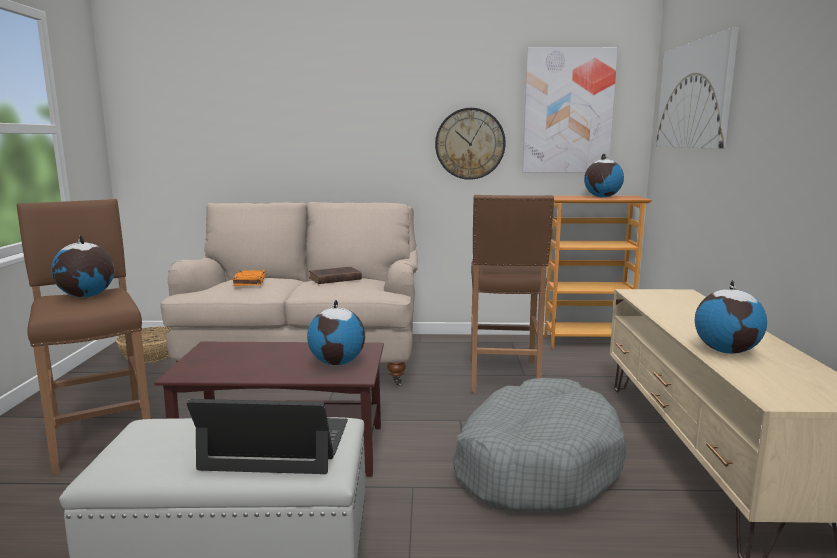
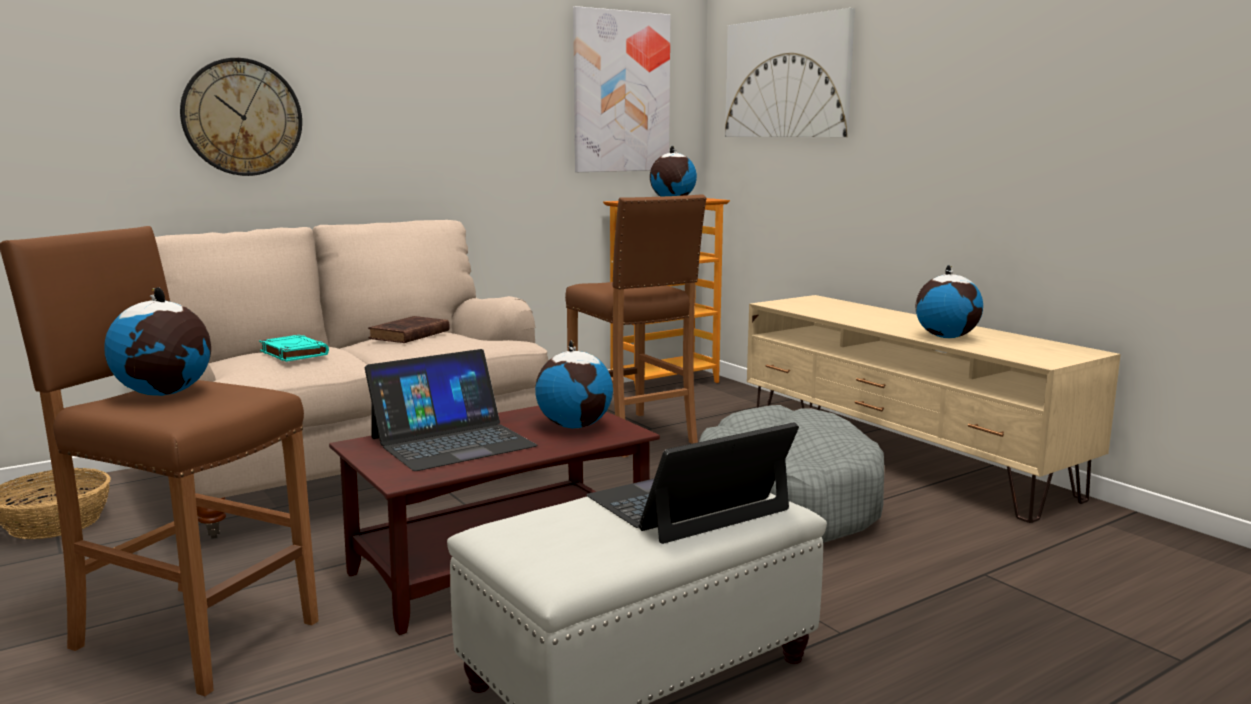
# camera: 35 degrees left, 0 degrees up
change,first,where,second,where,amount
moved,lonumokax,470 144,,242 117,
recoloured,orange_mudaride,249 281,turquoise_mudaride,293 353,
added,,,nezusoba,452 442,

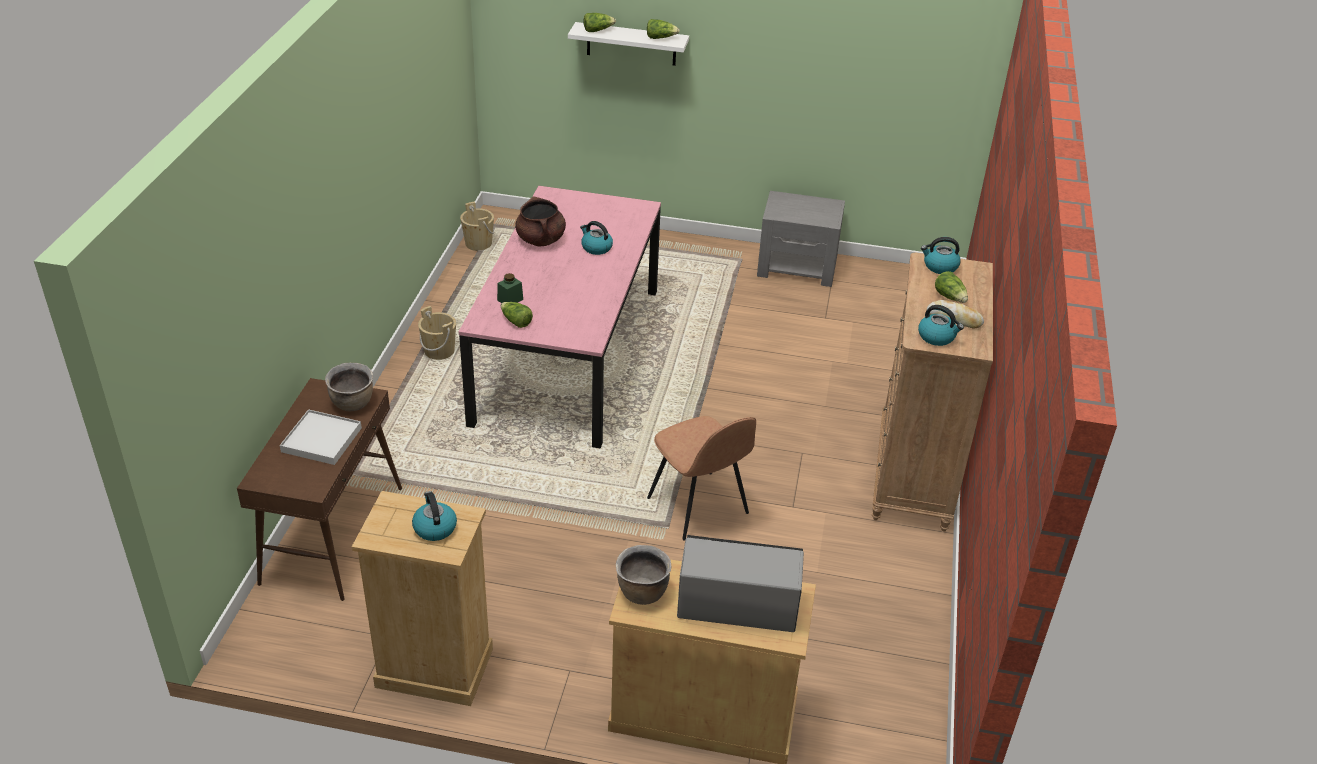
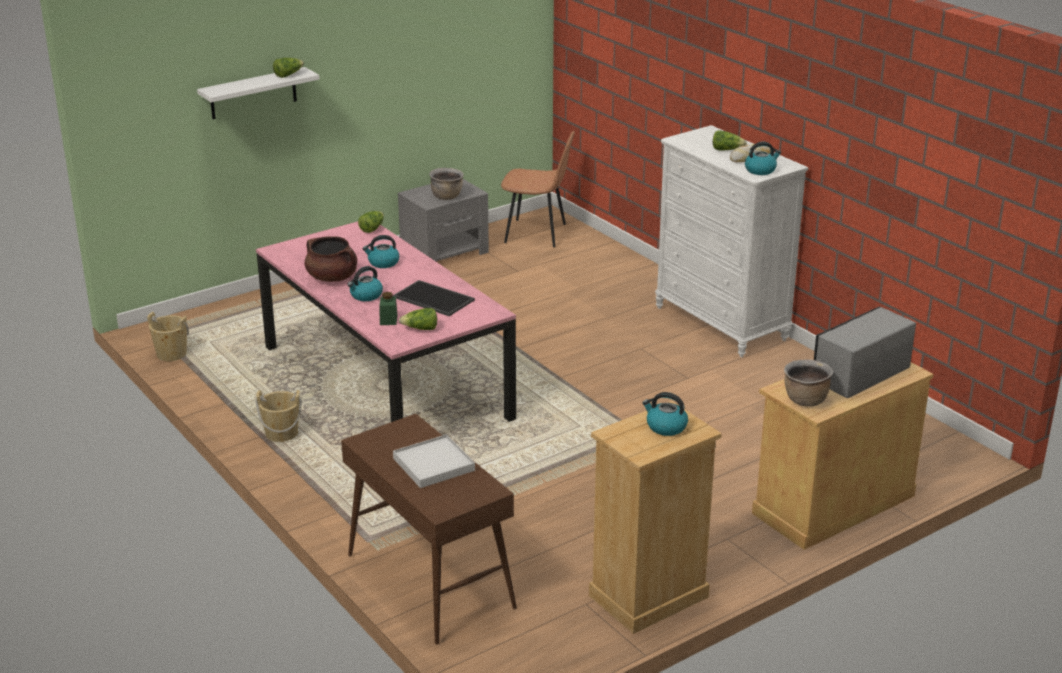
# camera: 45 degrees left, 10 degrees down
change,first,where,second,where,amount
moved,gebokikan,939 266,,366 296,
moved,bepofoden,597 30,,372 228,
added,,,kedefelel,432 299,
moved,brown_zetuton,353 403,,447 196,
moved,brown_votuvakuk,699 507,,537 233,
recoloured,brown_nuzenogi,913 475,white_nuzenogi,721 323,

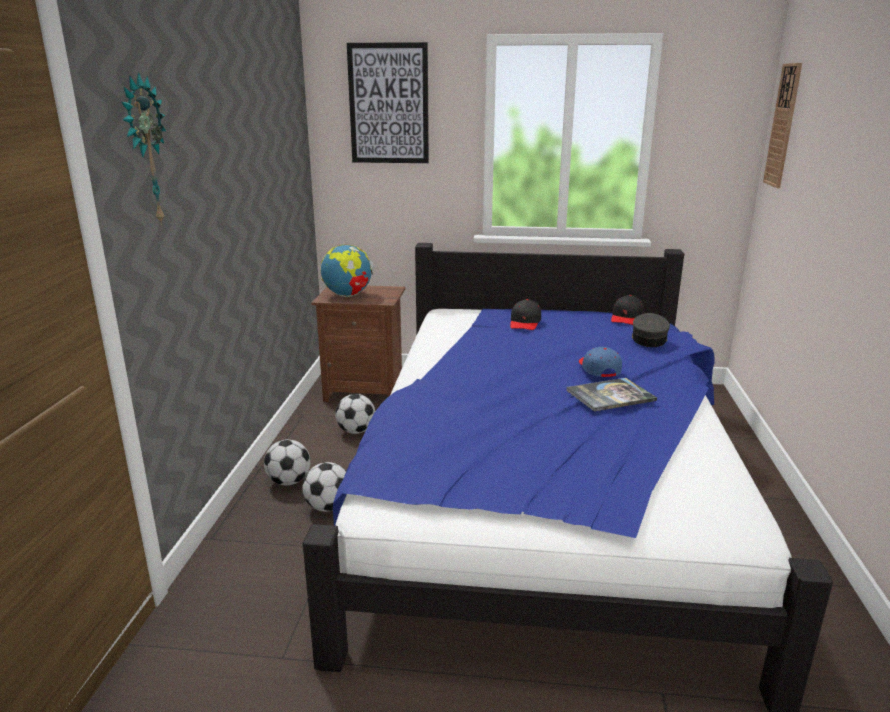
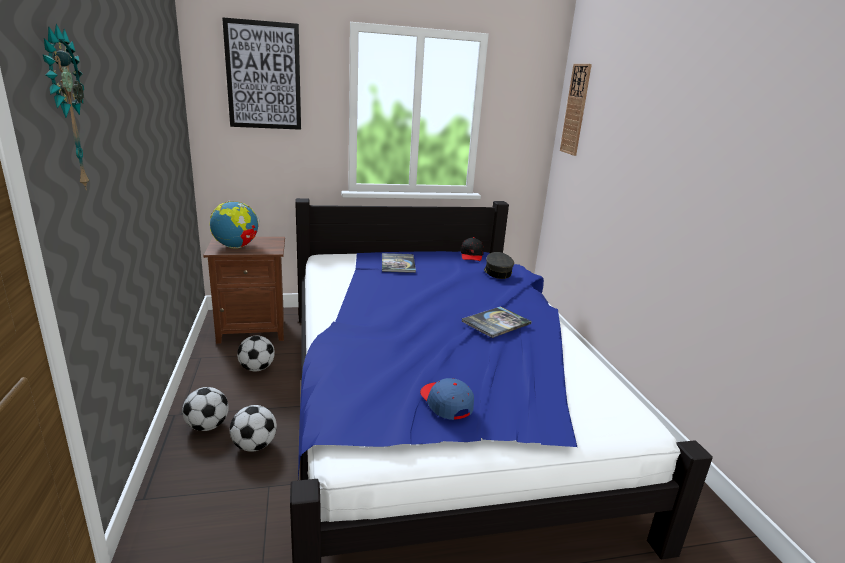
# camera: 20 degrees left, 0 degrees up
change,first,where,second,where,amount
replaced,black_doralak,525 322,mudaride,398 264,
moved,blue_doralak,598 368,,445 403,

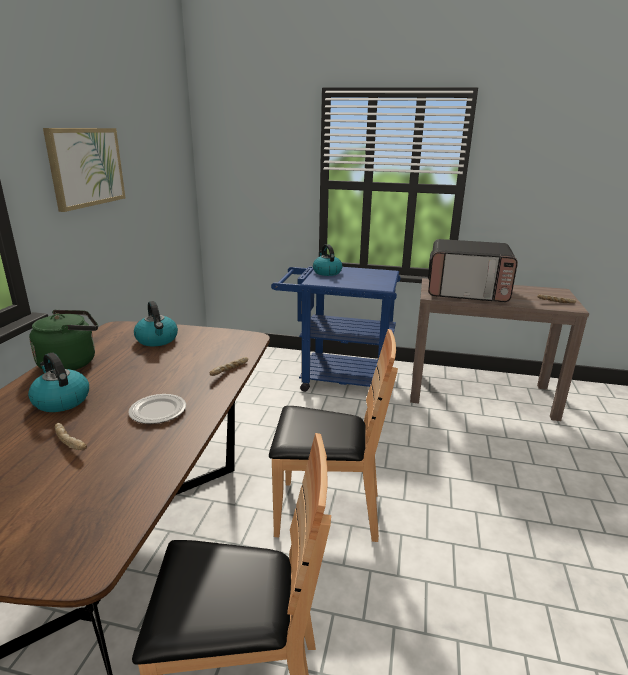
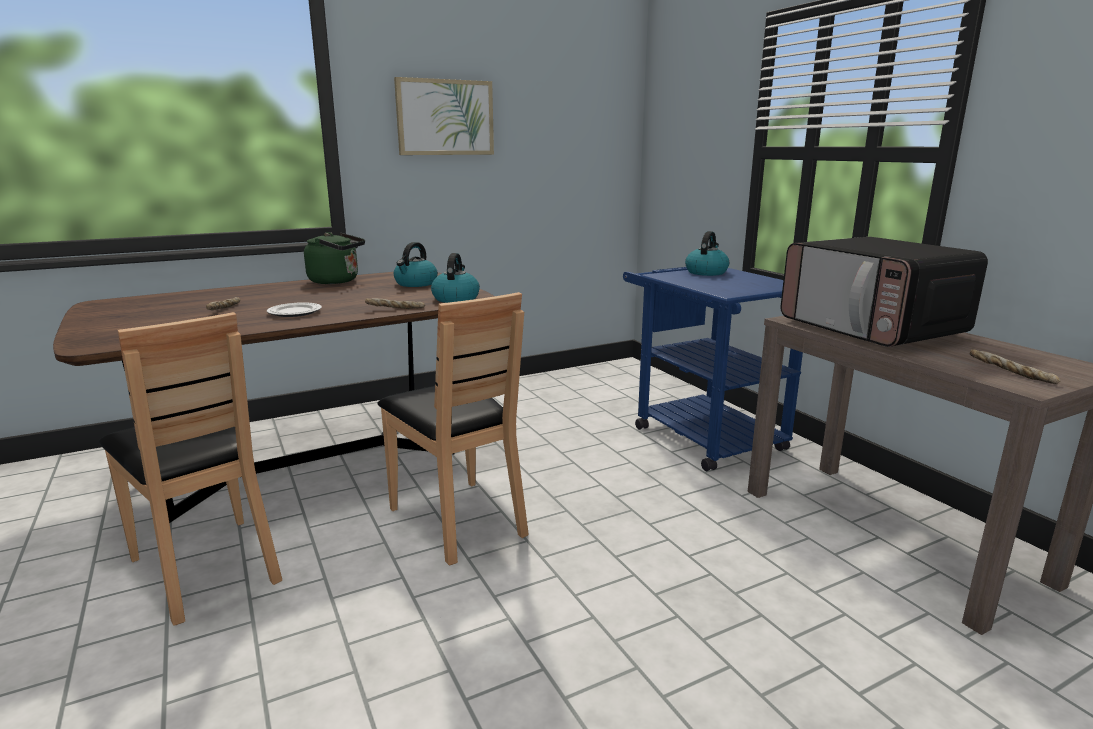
# camera: 50 degrees right, 5 degrees down
change,first,where,second,where,amount
moved,gebokikan,61 400,,455 298,

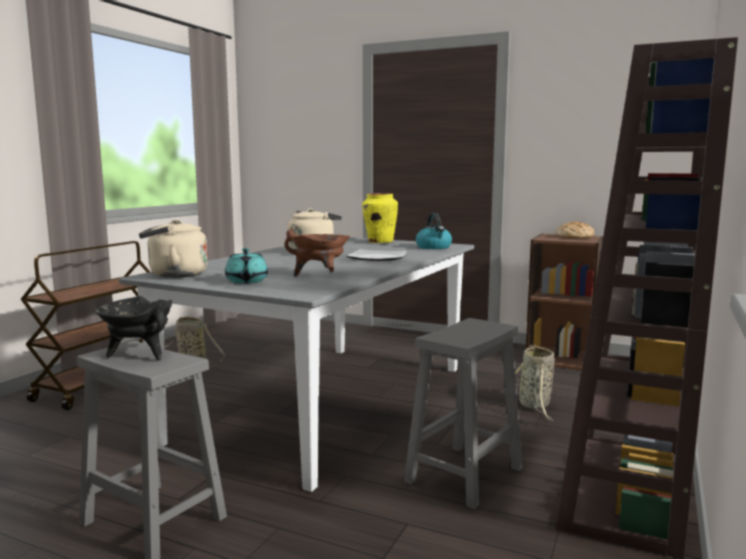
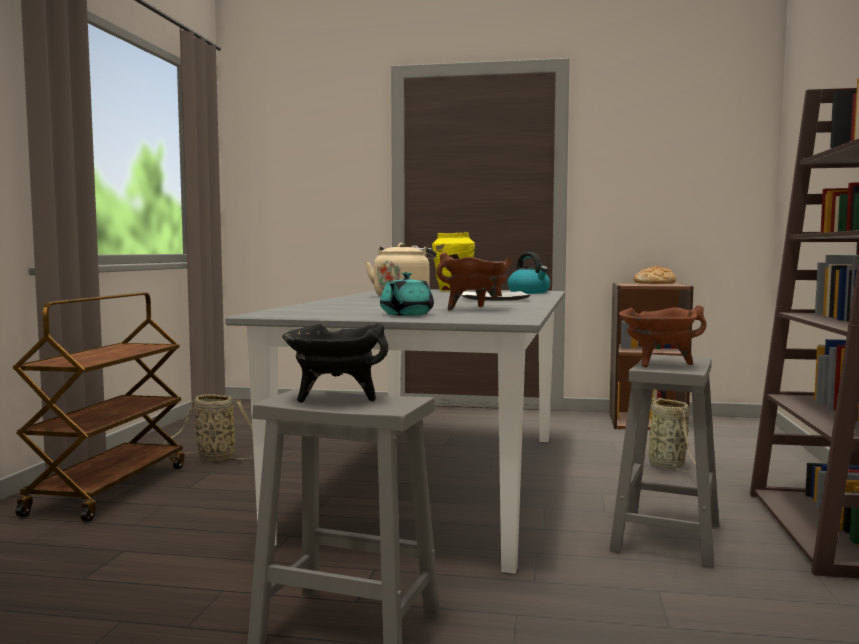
# camera: 15 degrees left, 5 degrees down
change,first,where,second,where,amount
turned,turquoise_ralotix,246 281,,406 314,45 degrees clockwise
added,,,brown_zetuton,658 364,
removed,beige_gebokikan,174 275,,,

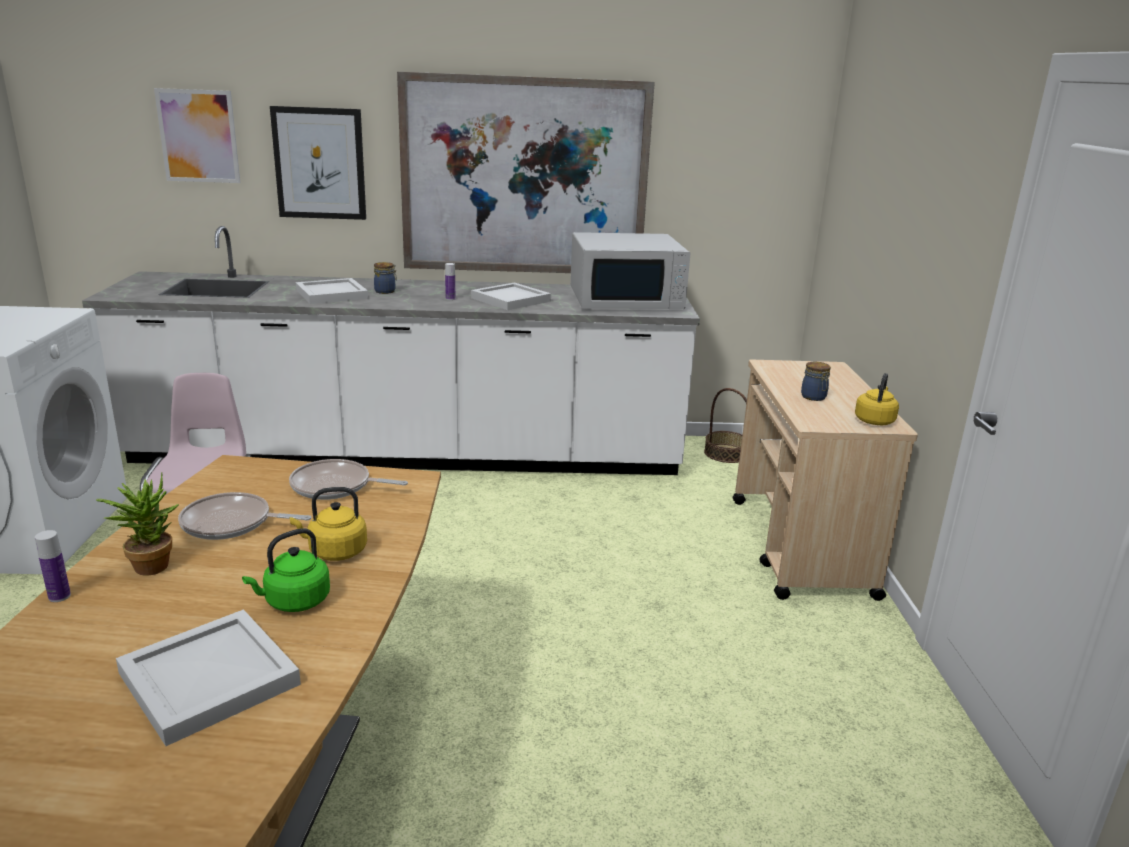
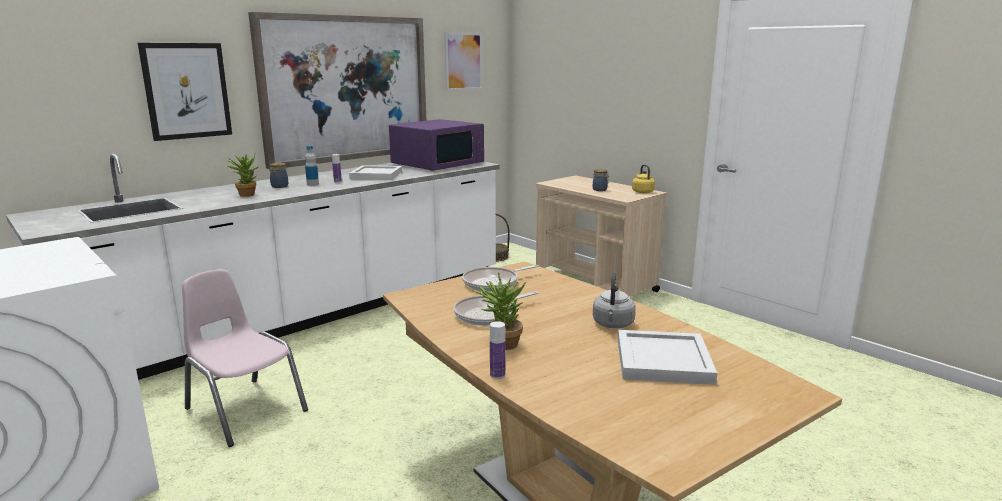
# camera: 40 degrees left, 5 degrees down
change,first,where,second,where,amount
replaced,white_kedefelel,333 294,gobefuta,247 194,
added,,,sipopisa,312 184,
recoloured,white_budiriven,626 299,purple_budiriven,438 163,
moved,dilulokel,198 136,,463 61,
recoloured,green_gebokikan,294 602,grey_gebokikan,612 325,
removed,yellow_gebokikan,334 552,,,

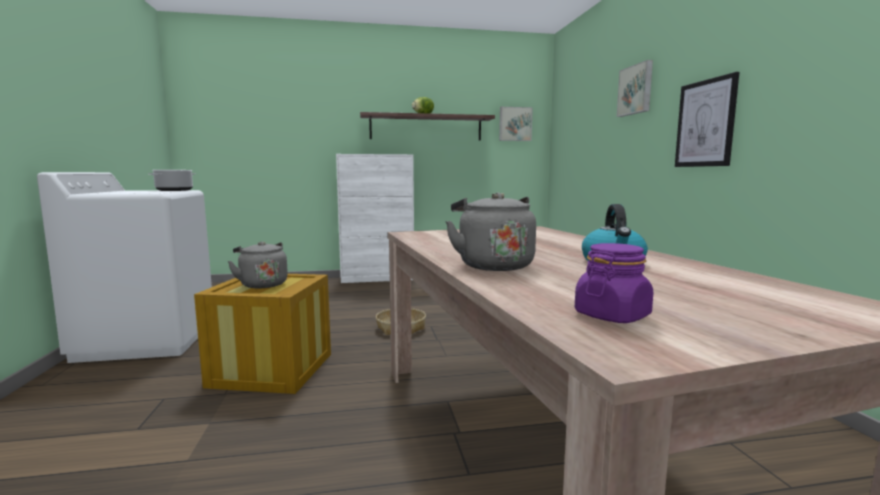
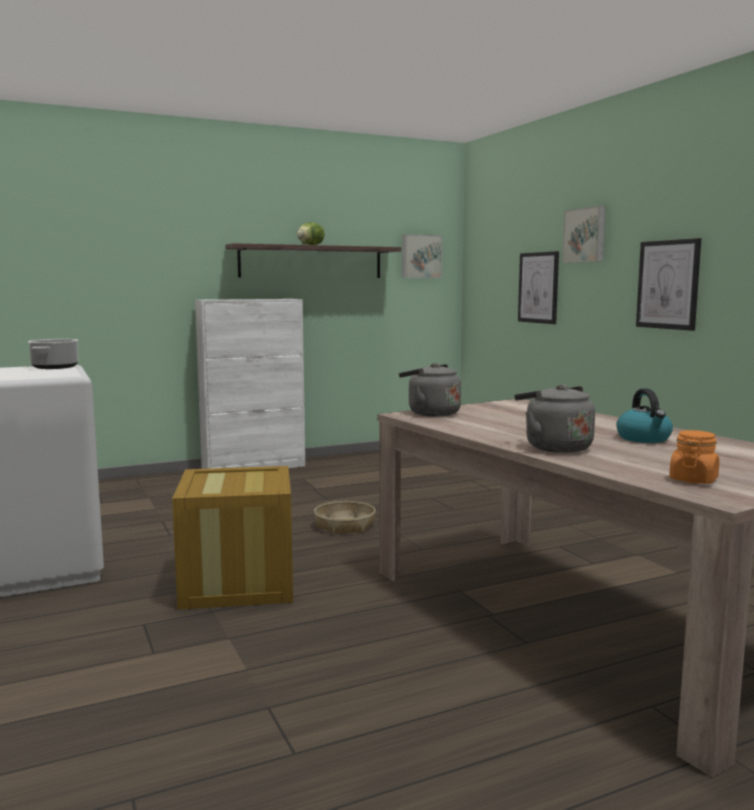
# camera: 15 degrees left, 0 degrees up
change,first,where,second,where,amount
moved,grey_gebokikan,262 284,,430 413,
added,,,dilulokel,538 287,
recoloured,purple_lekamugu,612 315,orange_lekamugu,693 480,

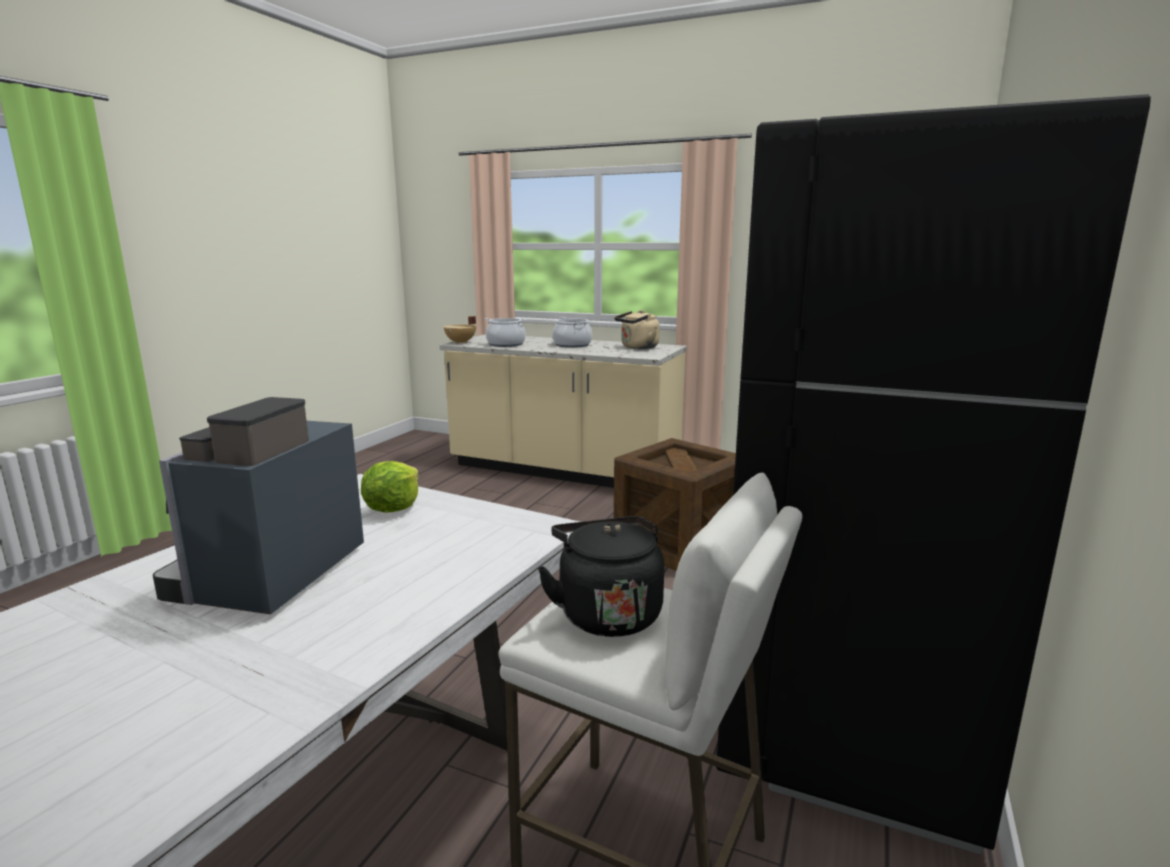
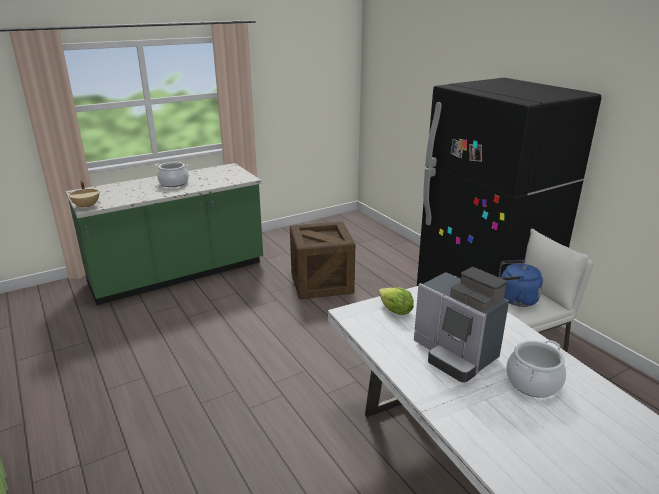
# camera: 55 degrees left, 10 degrees up
change,first,where,second,where,amount
recoloured,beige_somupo,563 471,green_somupo,178 274,
recoloured,black_gebokikan,607 613,blue_gebokikan,515 299,
moved,zetuton,506 344,,533 382,
removed,beige_gebokikan,637 347,,,

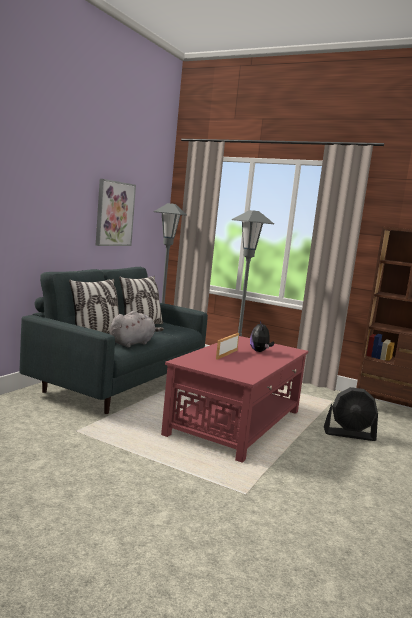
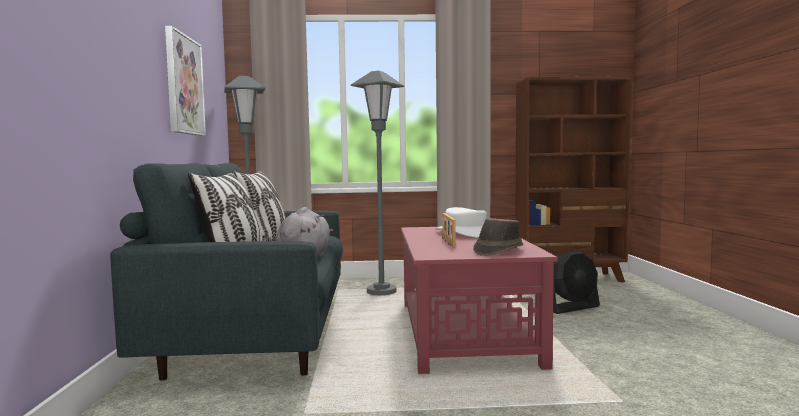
# camera: 30 degrees left, 5 degrees down
change,first,where,second,where,amount
replaced,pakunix,259 351,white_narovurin,465 233,
added,,,brown_narovurin,497 251,

